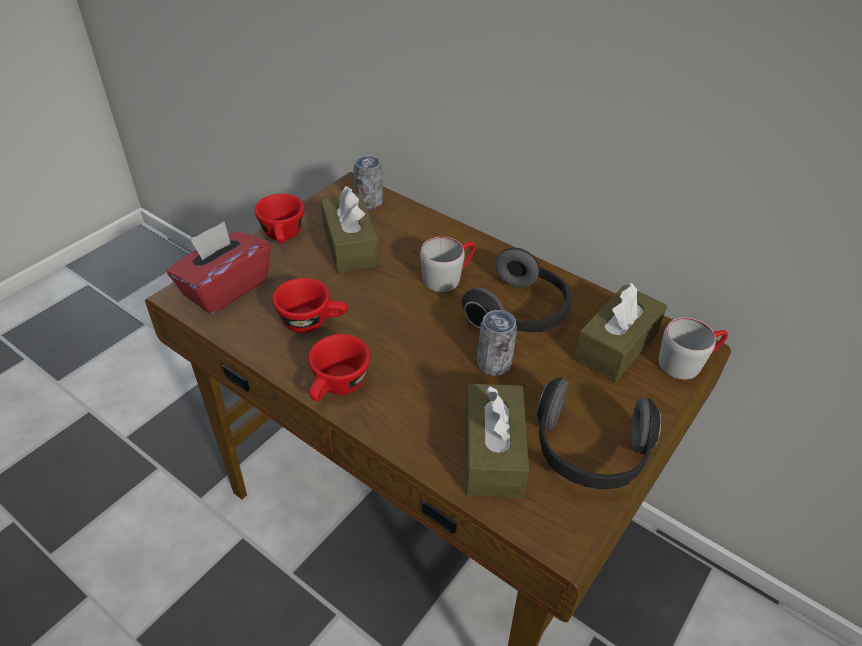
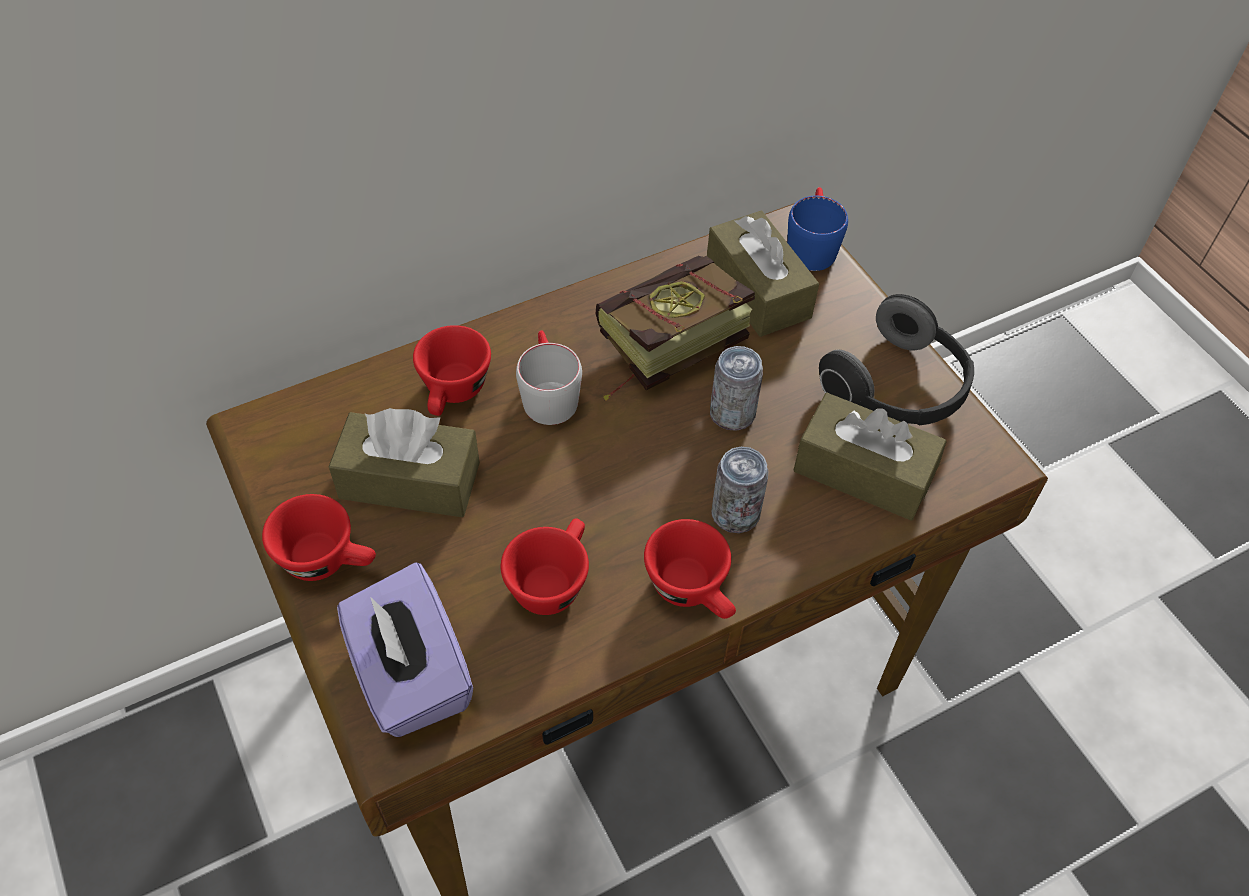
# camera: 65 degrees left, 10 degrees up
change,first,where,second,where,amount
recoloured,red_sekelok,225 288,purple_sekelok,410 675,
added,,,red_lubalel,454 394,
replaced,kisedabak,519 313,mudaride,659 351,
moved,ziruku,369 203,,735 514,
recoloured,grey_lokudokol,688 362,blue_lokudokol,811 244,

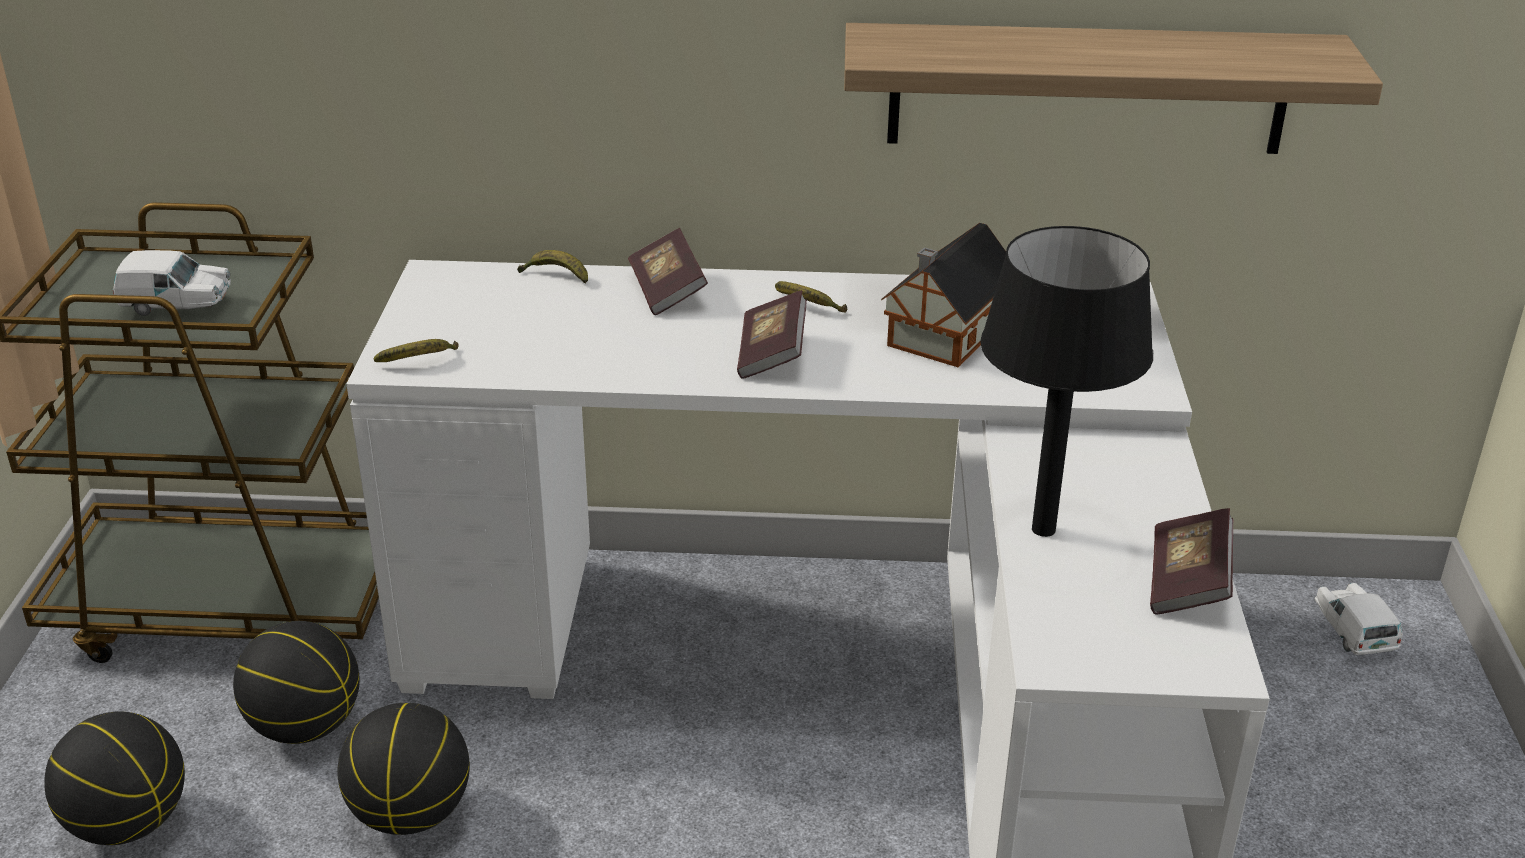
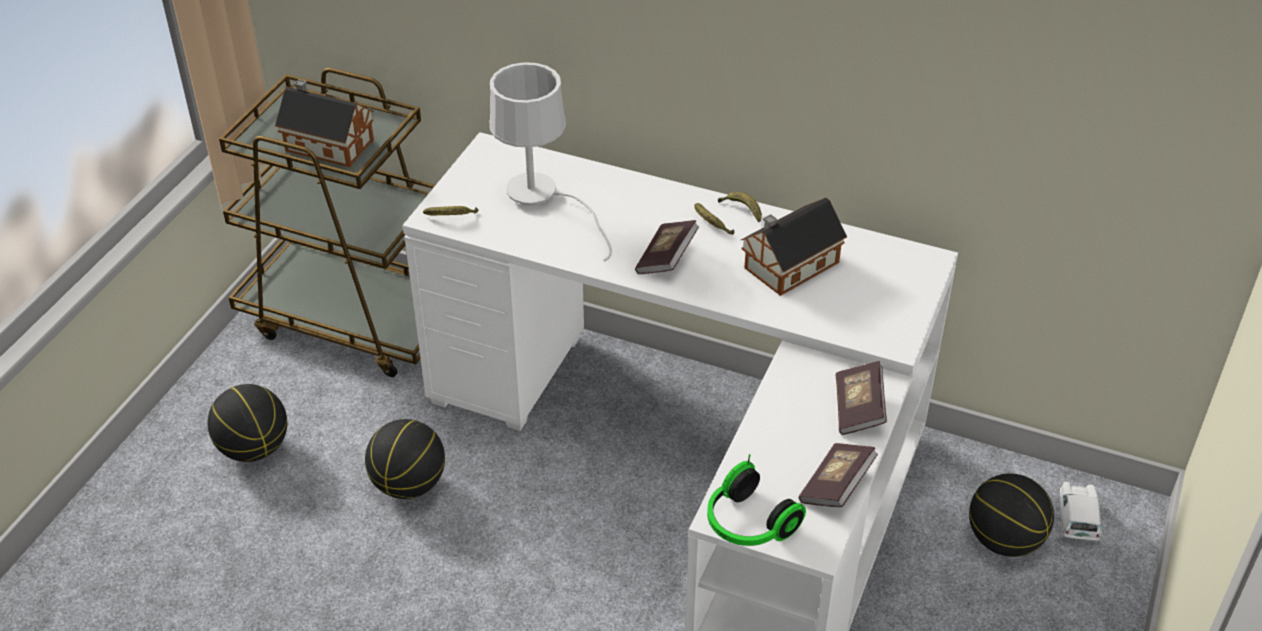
# camera: 20 degrees right, 10 degrees up
change,first,where,second,where,amount
replaced,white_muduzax,177 305,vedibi,327 144,
added,,,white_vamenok,543 200,
added,,,kisedabak,747 524,
moved,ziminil,556 276,,742 210,
moved,mudaride,667 290,,858 409,
moved,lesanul,305 726,,1004 540,
removed,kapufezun,1088 88,,,
removed,black_vamenok,1044 530,,,

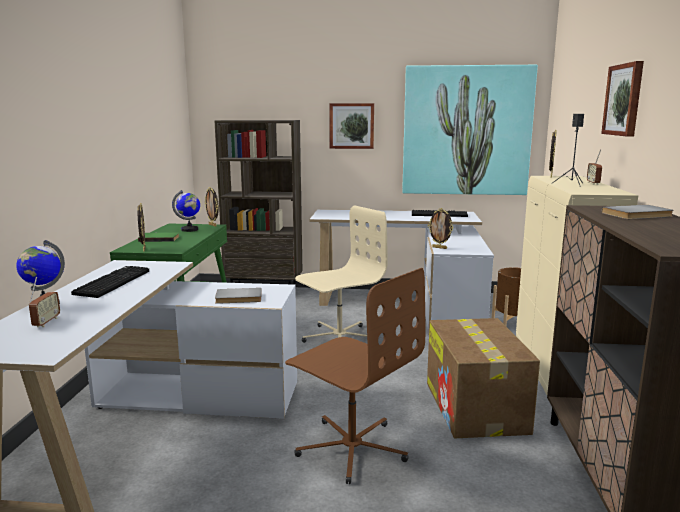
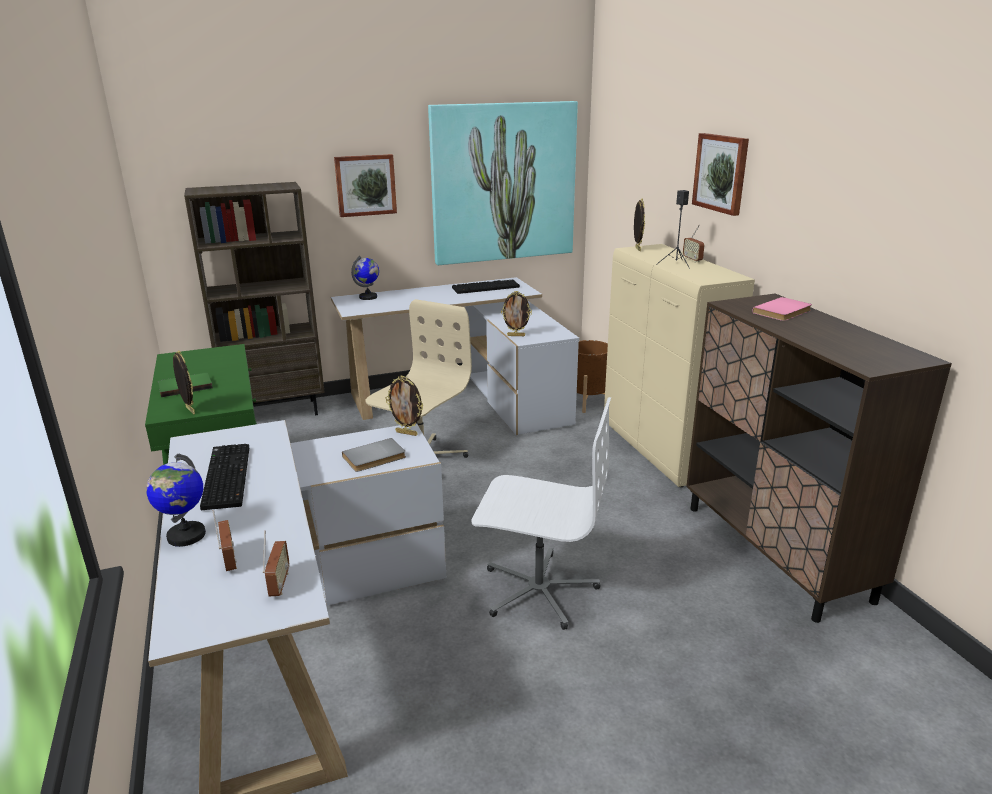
# camera: 25 degrees left, 10 degrees up
change,first,where,second,where,amount
added,,,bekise,279 584,
moved,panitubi,190 230,,368 297,
moved,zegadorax,213 225,,407 433,
recoloured,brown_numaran,352 448,white_numaran,538 589,
recoloured,grey_mudaride,638 215,pink_mudaride,784 312,
removed,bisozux,476 408,,,

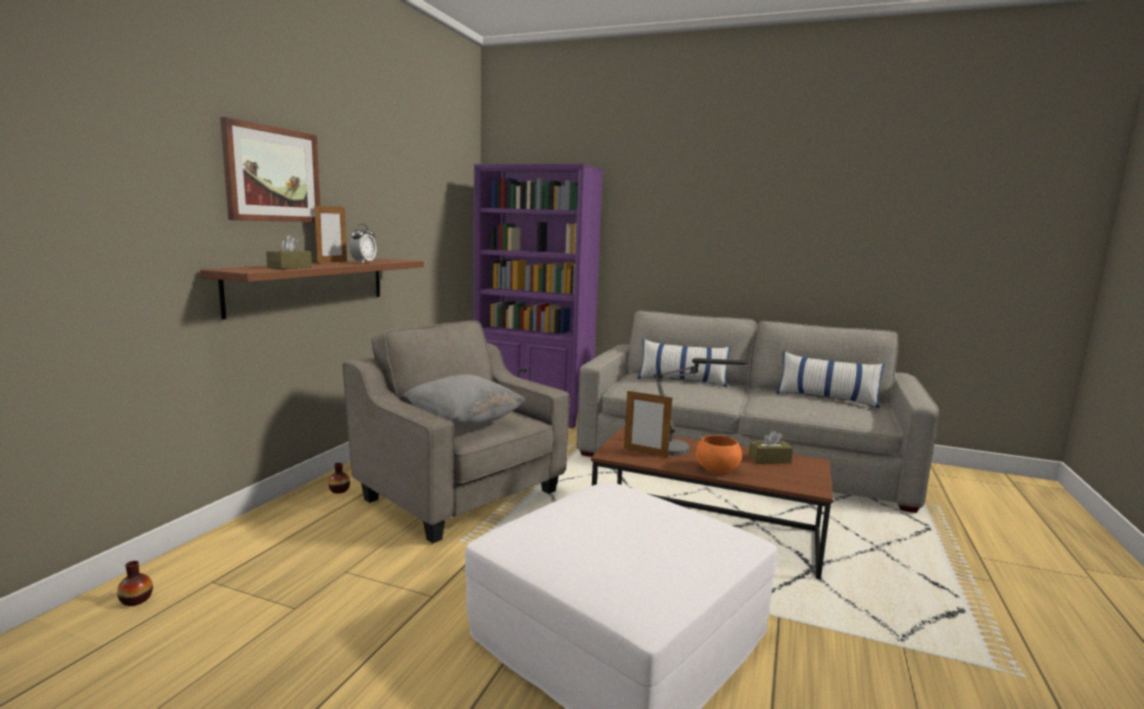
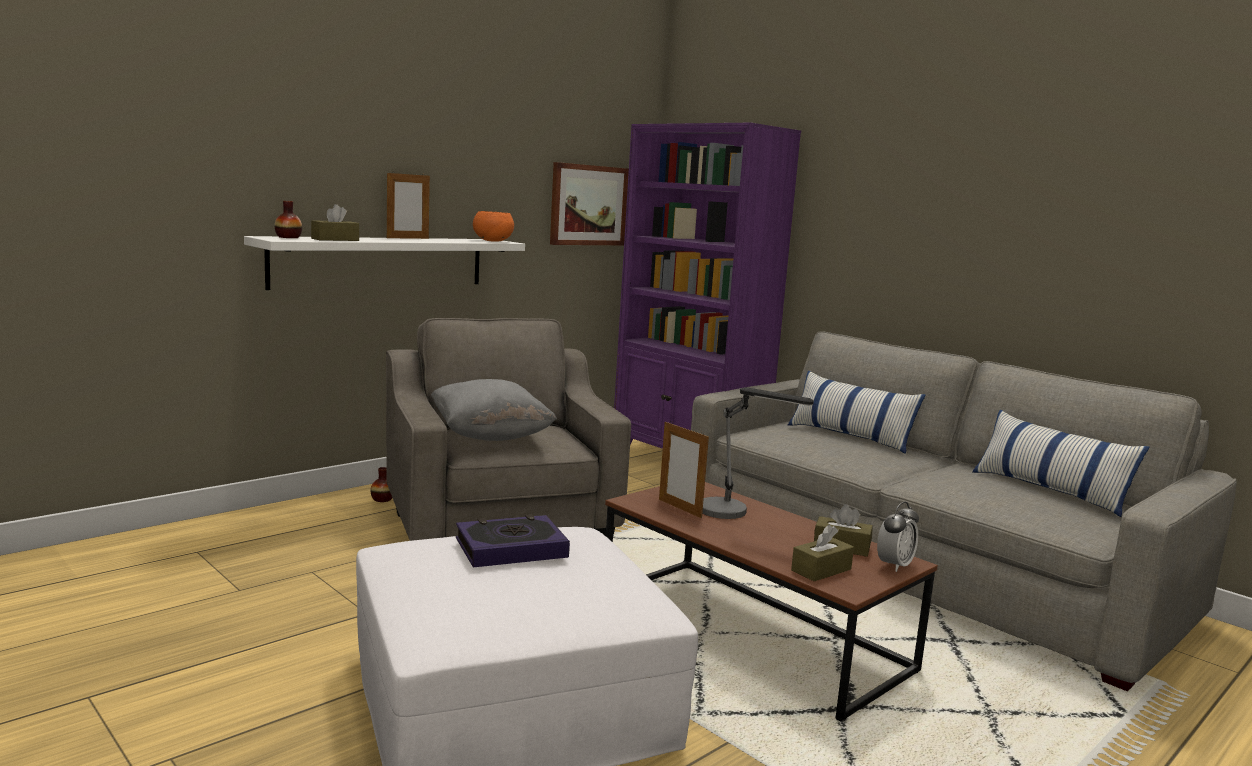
# camera: 25 degrees right, 0 degrees up
change,first,where,second,where,amount
recoloured,brown_kapufezun,310 284,white_kapufezun,381 262,
moved,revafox,136 600,,288 237,
added,,,mudaride,511 548,
moved,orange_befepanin,717 470,,493 241,
moved,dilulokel,273 174,,588 205,
added,,,brown_sekelok,821 570,
moved,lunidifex,363 262,,894 565,

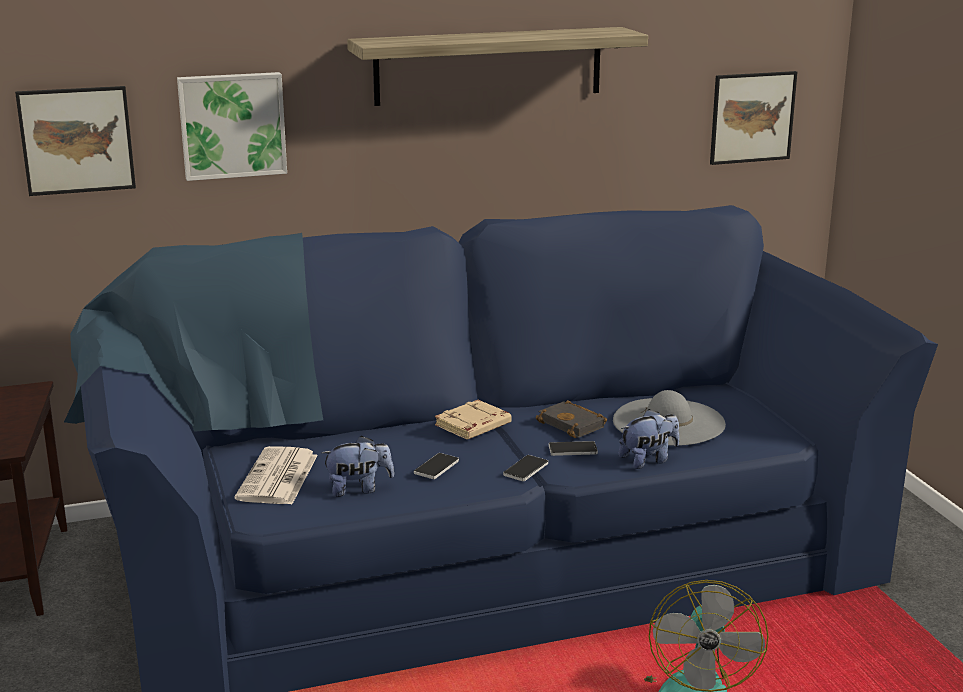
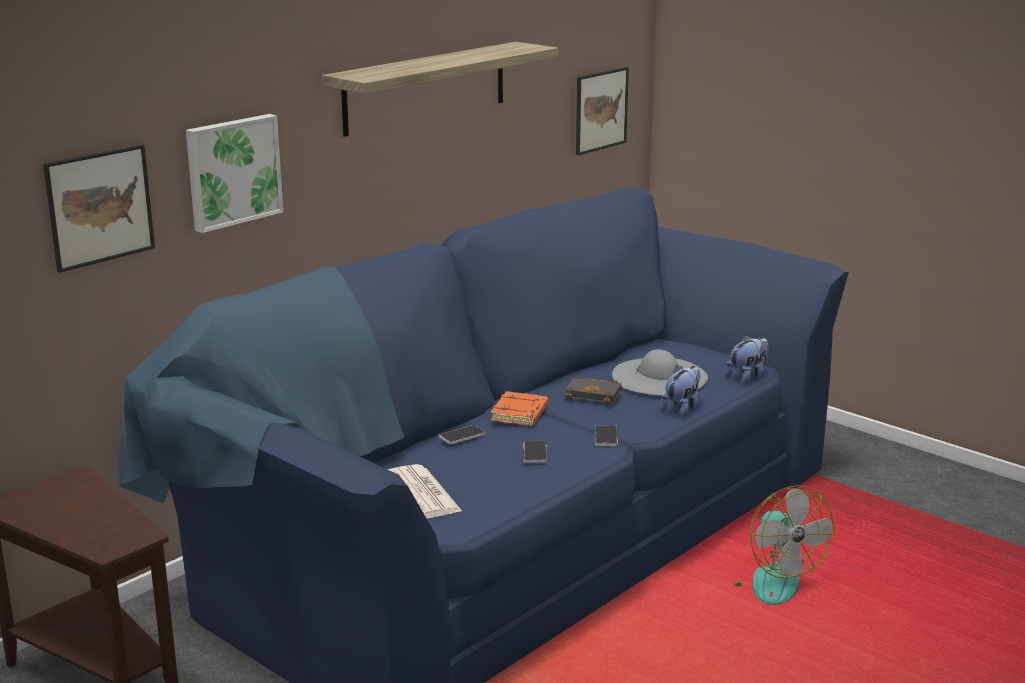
# camera: 30 degrees left, 0 degrees up
change,first,where,second,where,amount
moved,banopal,573 450,,462 436,
recoloured,beige_mudaride,473 426,orange_mudaride,520 414,
moved,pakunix,358 489,,747 376,

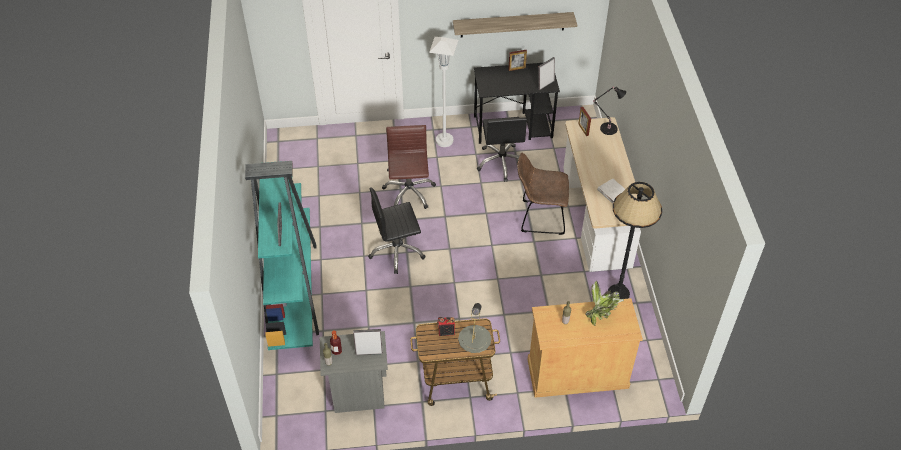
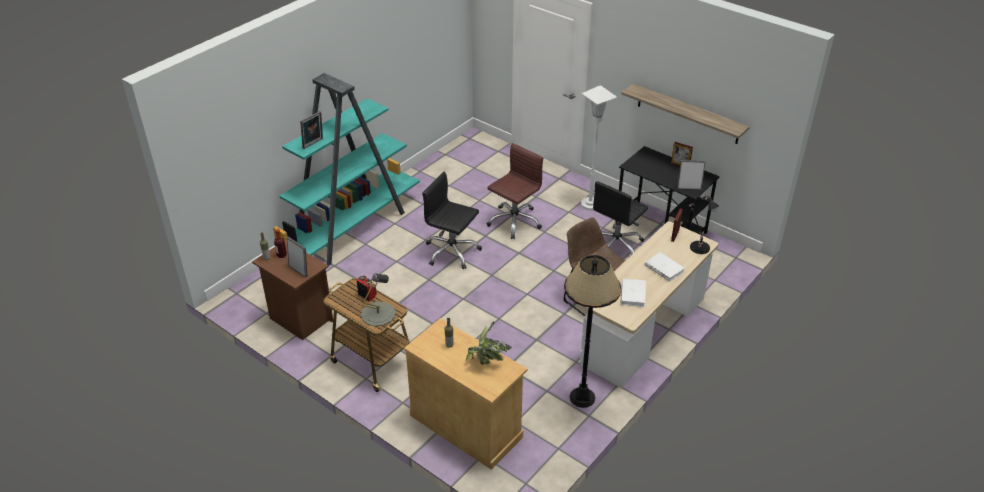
# camera: 45 degrees right, 10 degrees down
change,first,where,second,where,amount
recoloured,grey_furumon,358 394,brown_furumon,299 319,
added,,,white_mudaride,664 268,

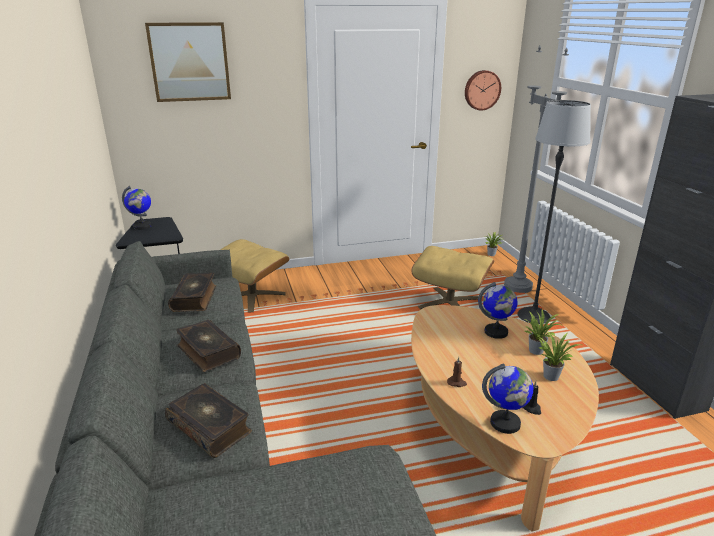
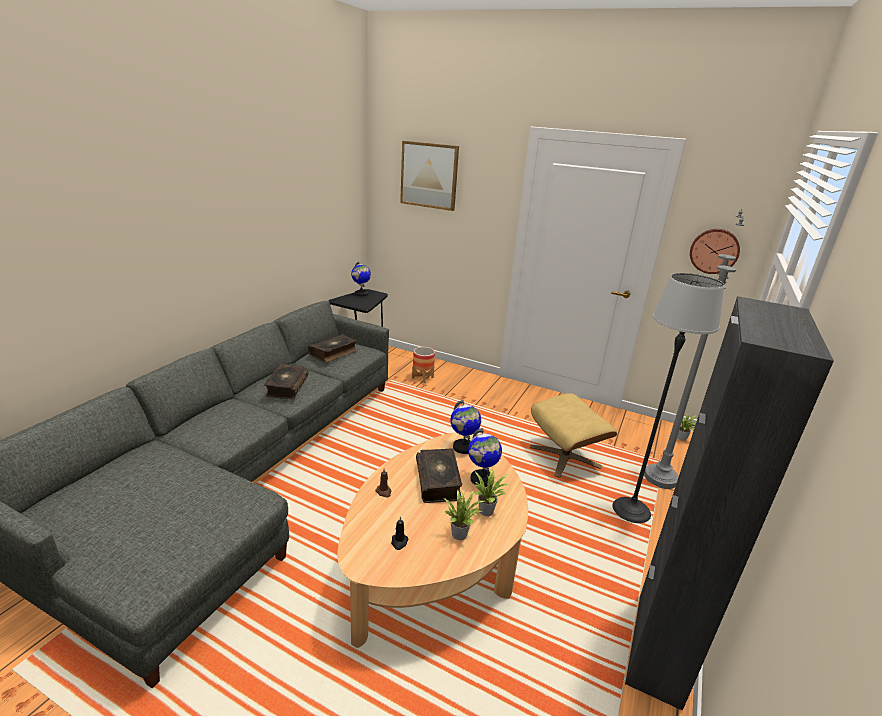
# camera: 40 degrees right, 0 degrees up
change,first,where,second,where,amount
replaced,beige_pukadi,252 296,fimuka,422 377,
moved,mudaride,210 427,,438 481,
moved,panitubi,505 423,,463 447,

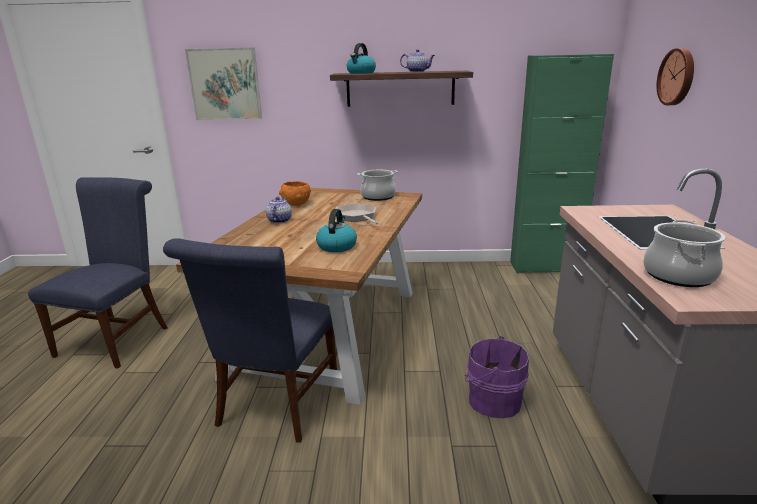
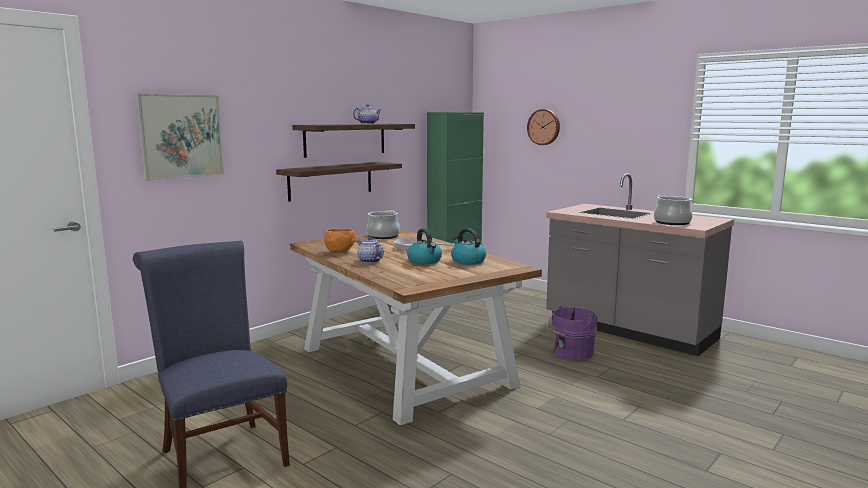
# camera: 50 degrees left, 10 degrees down
change,first,where,second,where,amount
added,,,kapufezun,331 180,
moved,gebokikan,361 73,,425 261,
removed,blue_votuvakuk,275 408,,,

